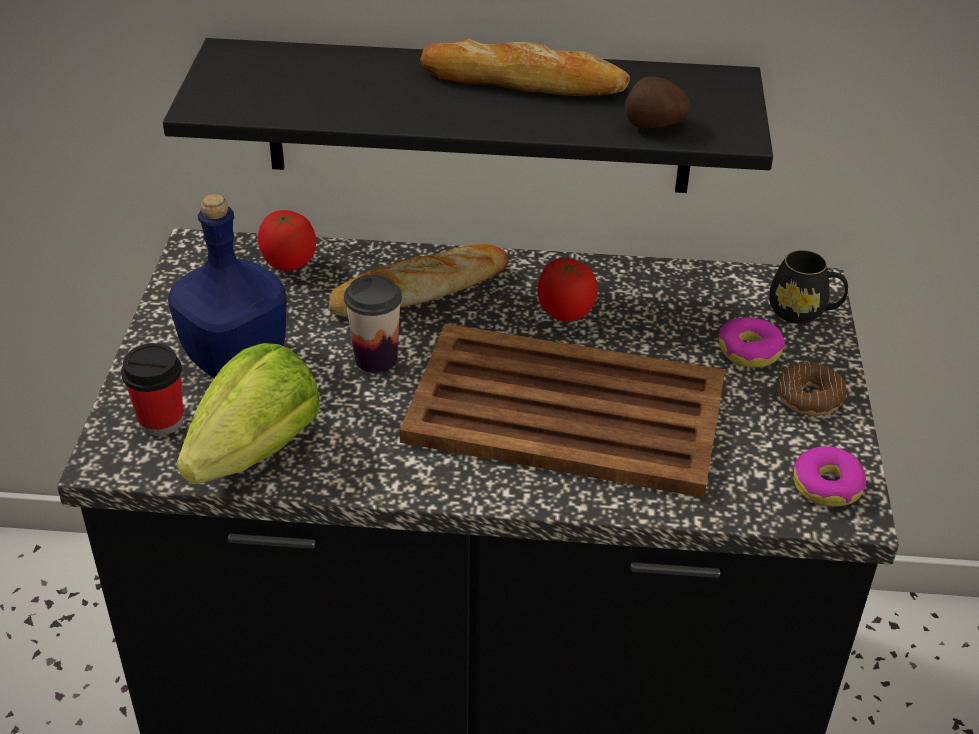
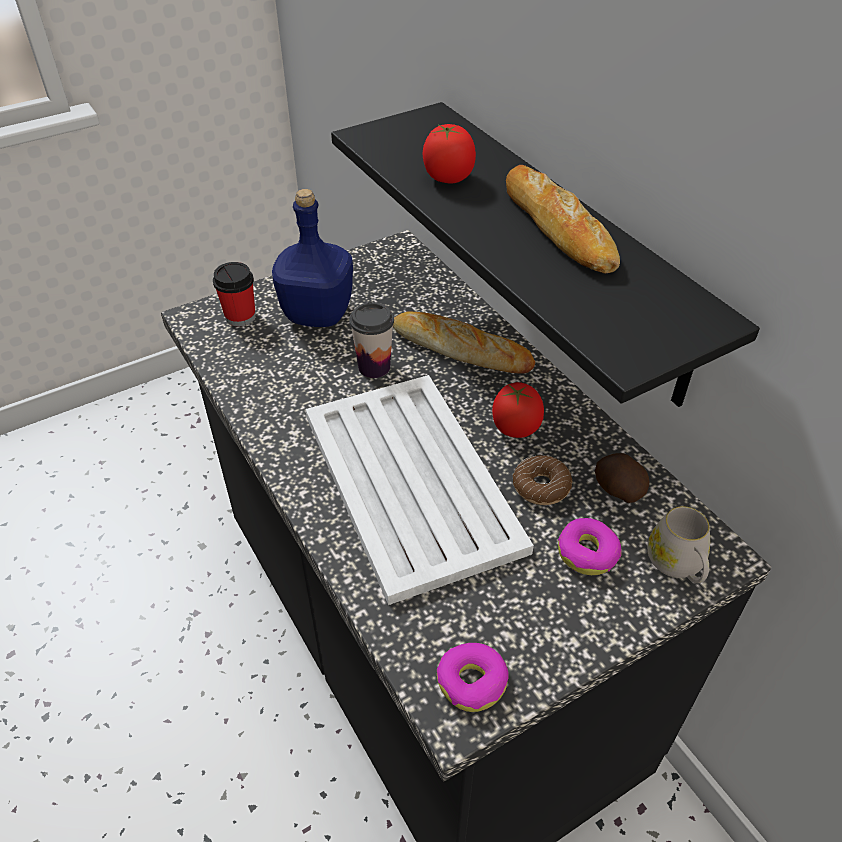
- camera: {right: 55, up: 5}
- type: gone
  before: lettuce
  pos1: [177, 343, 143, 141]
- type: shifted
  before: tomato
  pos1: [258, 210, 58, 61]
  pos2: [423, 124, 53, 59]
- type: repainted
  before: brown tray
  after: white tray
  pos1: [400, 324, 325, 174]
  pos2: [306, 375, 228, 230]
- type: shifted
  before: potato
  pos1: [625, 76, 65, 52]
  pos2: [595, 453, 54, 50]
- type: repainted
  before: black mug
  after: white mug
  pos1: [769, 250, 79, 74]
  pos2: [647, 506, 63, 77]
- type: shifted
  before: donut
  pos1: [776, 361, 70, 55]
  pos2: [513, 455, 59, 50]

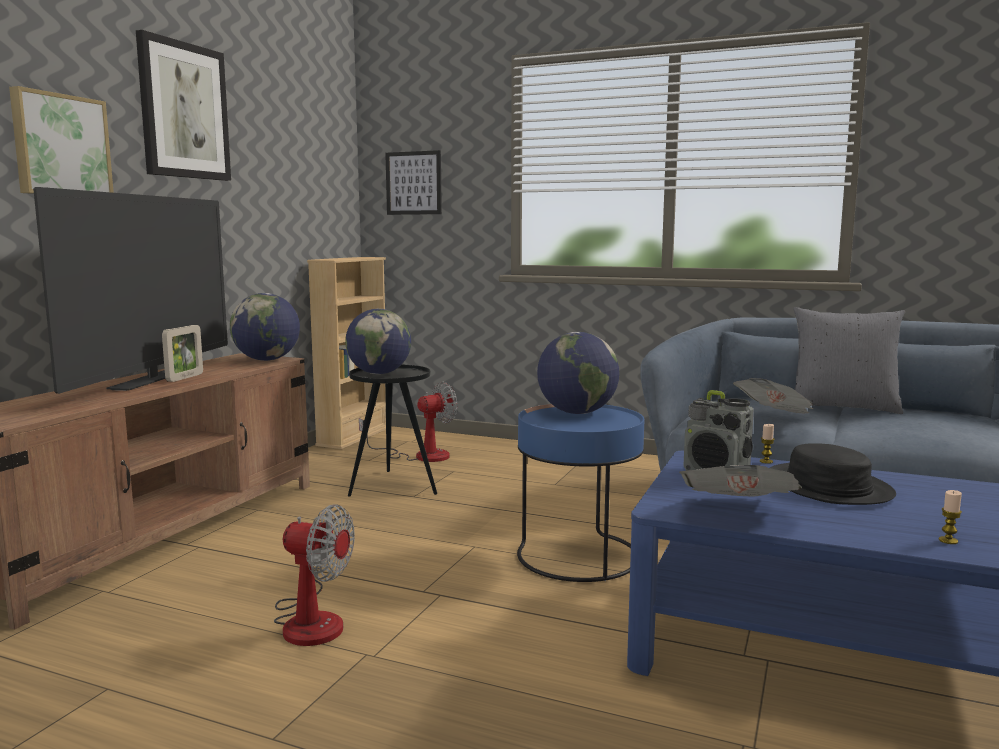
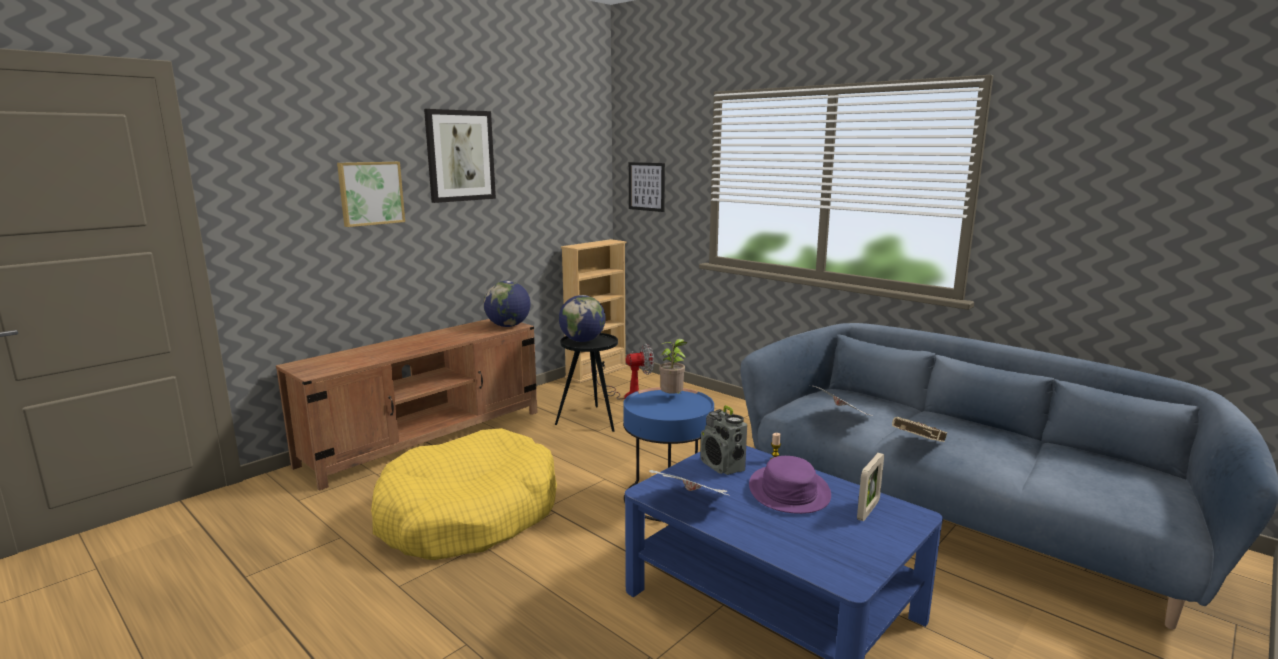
- camera: {right: 20, up: 5}
- type: gone
  before: television
  pos1: [33, 187, 195, 207]
- type: shifted
  before: picture frame
  pos1: [162, 325, 41, 57]
  pos2: [857, 453, 27, 68]
- type: swapped
  before: fan
  after: yellow dog bed
  pos1: [274, 504, 81, 142]
  pos2: [371, 428, 186, 132]
- type: swapped
  before: globe
  after: potted plant
  pos1: [537, 332, 83, 82]
  pos2: [659, 339, 29, 55]
- type: repainted
  before: black hat
  after: purple hat
  pos1: [770, 443, 126, 62]
  pos2: [749, 456, 82, 58]
- type: gone
  before: grey pillow
  pos1: [793, 307, 112, 107]
- type: gone
  before: candle
  pos1: [939, 490, 23, 54]
- type: new
  after: beige book
  pos2: [892, 417, 56, 25]

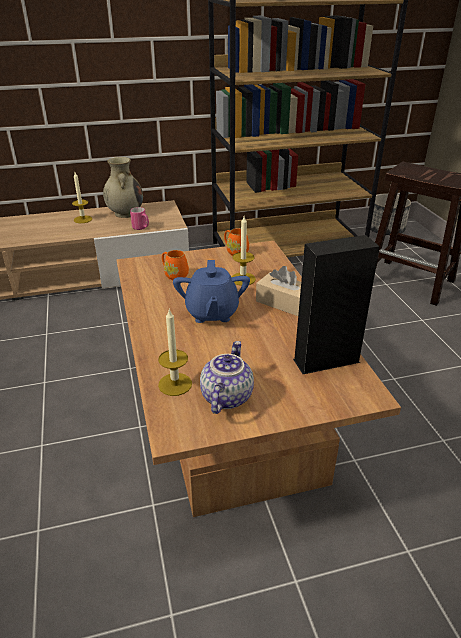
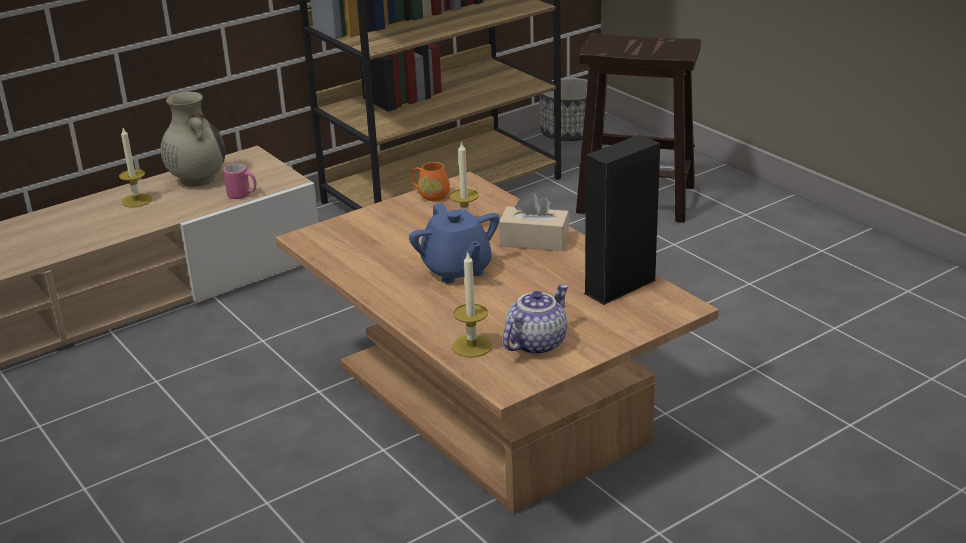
- camera: {right: -20, up: -5}
- type: gone
  before: orange mug
  pos1: [162, 250, 27, 30]
- type: rotated
  before: teapot
  pos1: [200, 341, 54, 73]
  pos2: [503, 284, 66, 71]
  turn: 45

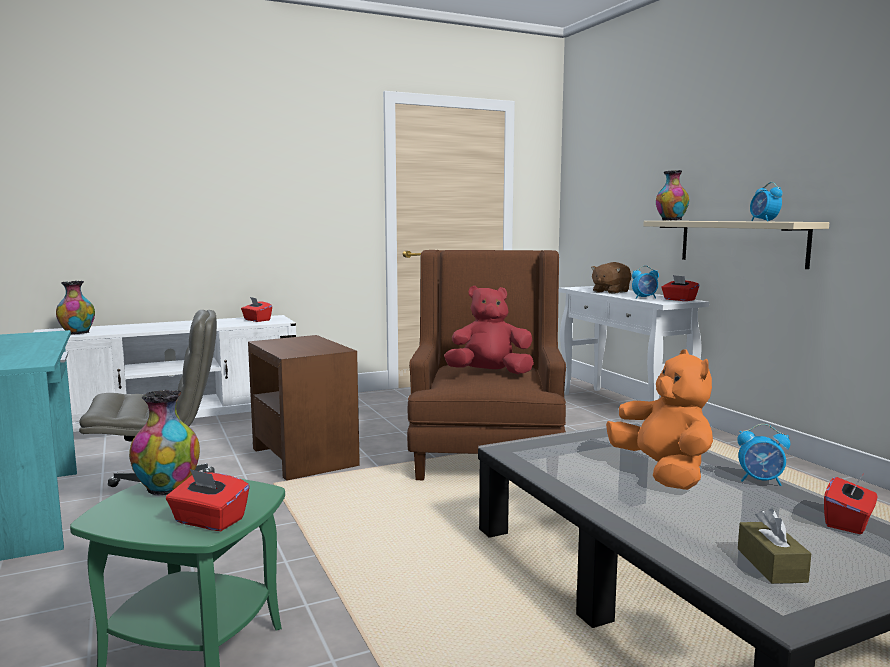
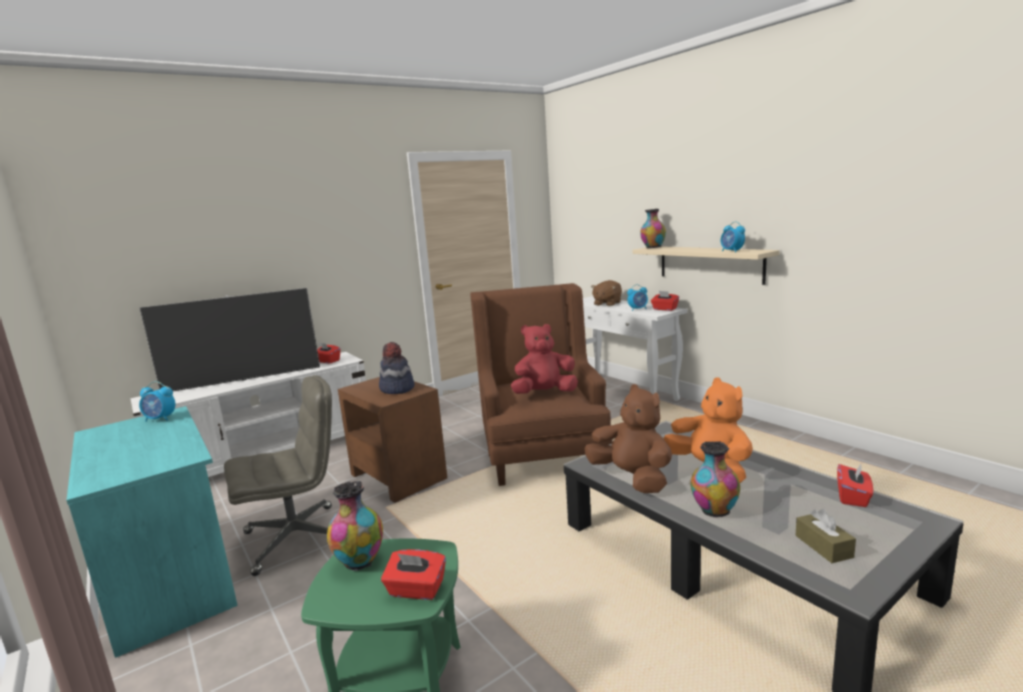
- camera: {right: -10, up: 5}
- type: shifted
  before: vase
  pos1: [56, 281, 39, 54]
  pos2: [691, 441, 49, 77]
- type: shifted
  before: alarm clock
  pos1: [737, 424, 53, 62]
  pos2: [139, 381, 36, 41]
- type: new
  after: television
  pos2: [139, 288, 181, 103]
- type: new
  after: hat
  pos2: [379, 342, 35, 52]
- type: new
  after: brown plush toy
  pos2: [585, 384, 87, 109]

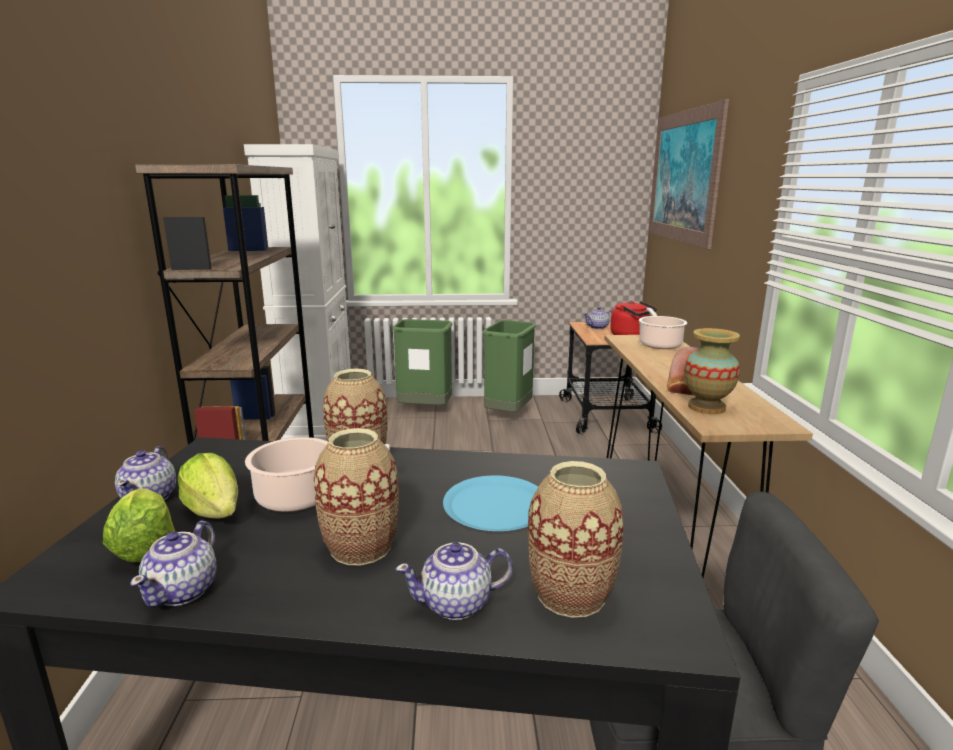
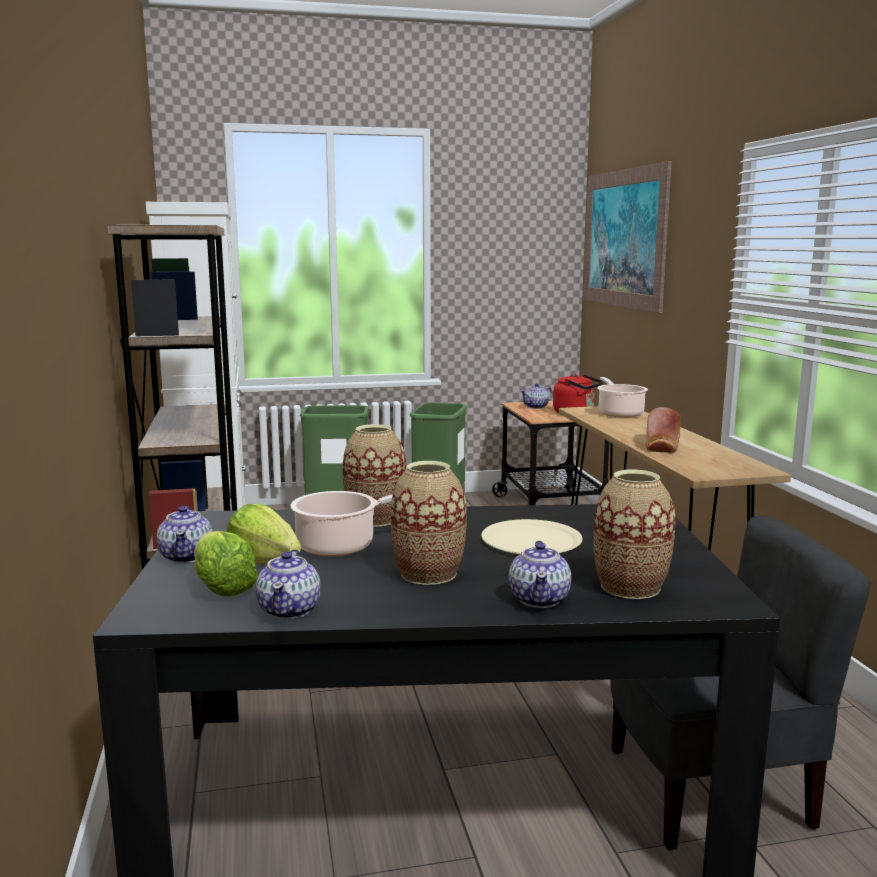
- camera: {right: -10, up: -5}
- type: rotated
  before: teapot
  pos1: [396, 542, 117, 78]
  pos2: [509, 540, 62, 68]
  turn: -60
- type: repainted
  before: blue plate
  after: beige plate
  pos1: [443, 475, 95, 56]
  pos2: [481, 519, 102, 36]
- type: gone
  before: vase
  pos1: [684, 328, 56, 86]

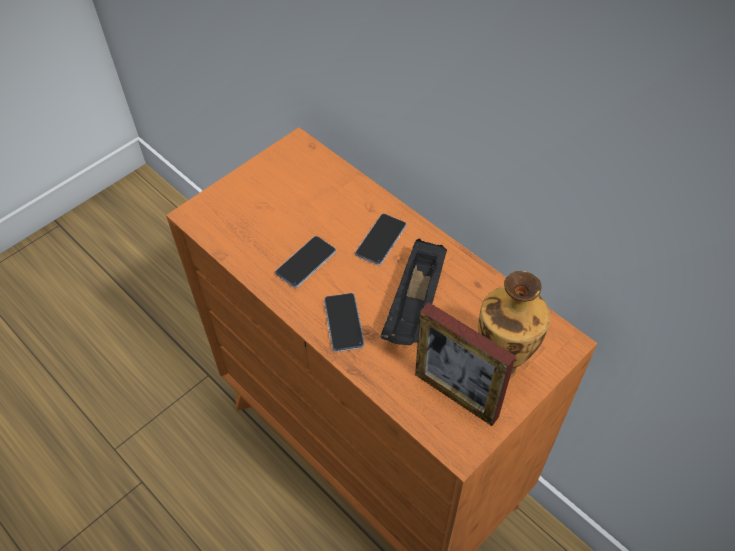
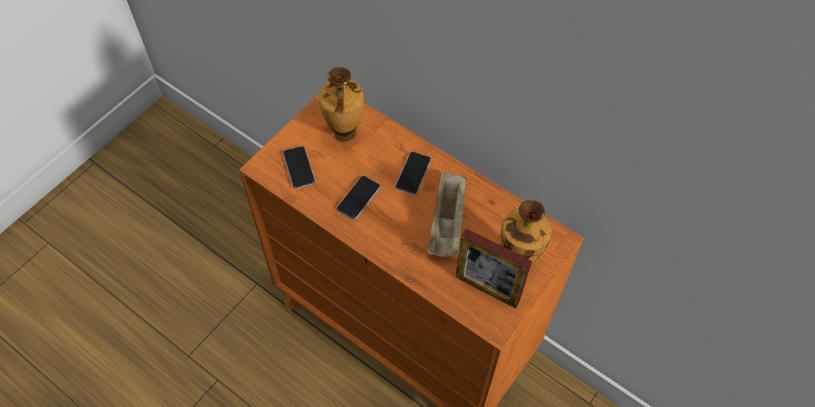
- camera: {right: -10, up: 5}
- type: shifted
  before: phone
  pos1: [324, 293, 41, 59]
  pos2: [283, 146, 32, 43]
- type: repainted
  before: black tray
  after: beige tray
  pos1: [381, 239, 66, 106]
  pos2: [428, 172, 39, 85]
- type: new
  after: vase
  pos2: [319, 67, 45, 76]

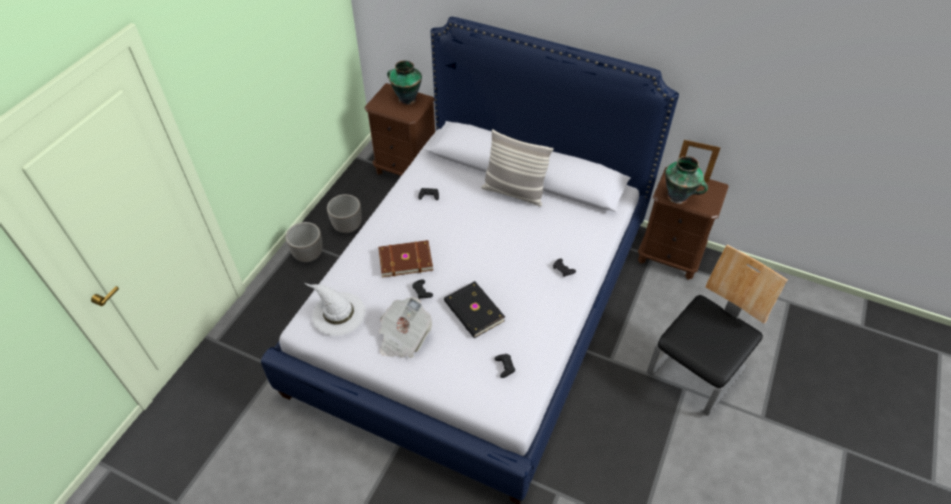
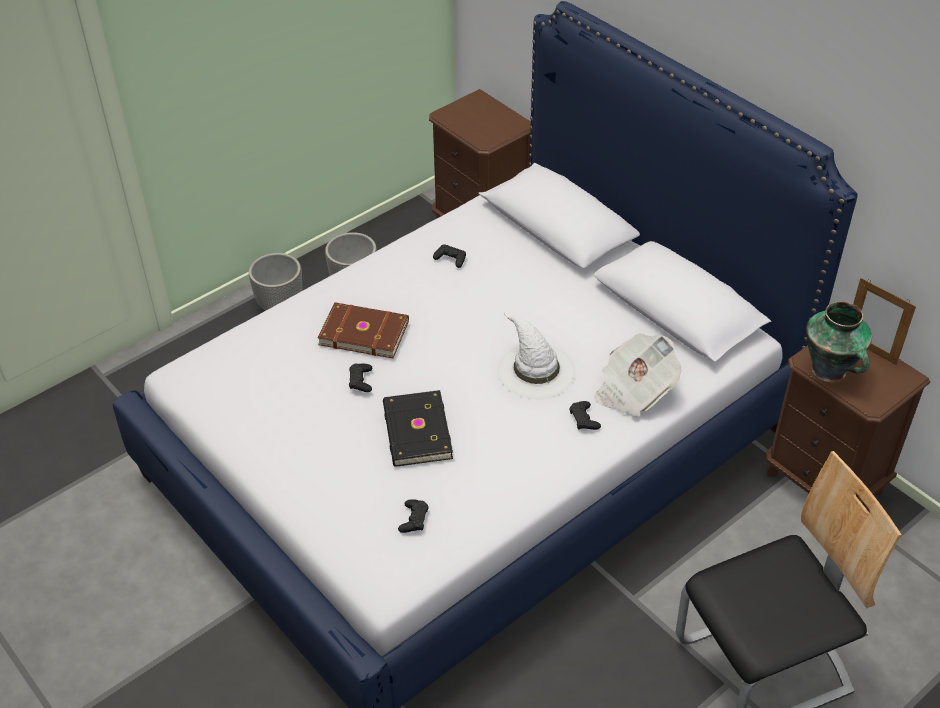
- camera: {right: 25, up: -5}
- type: shifted
  before: white hat
  pos1: [305, 283, 60, 53]
  pos2: [497, 312, 79, 88]
- type: shifted
  before: newspaper
  pos1: [379, 297, 53, 61]
  pos2: [594, 333, 87, 84]
- type: gone
  before: vase
  pos1: [387, 60, 35, 45]
- type: gone
  before: pillow
  pos1: [481, 129, 73, 77]

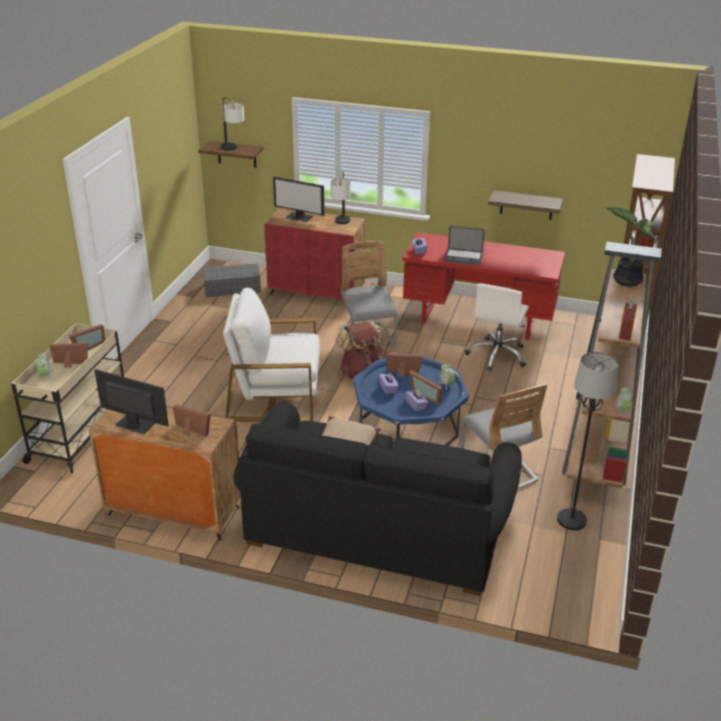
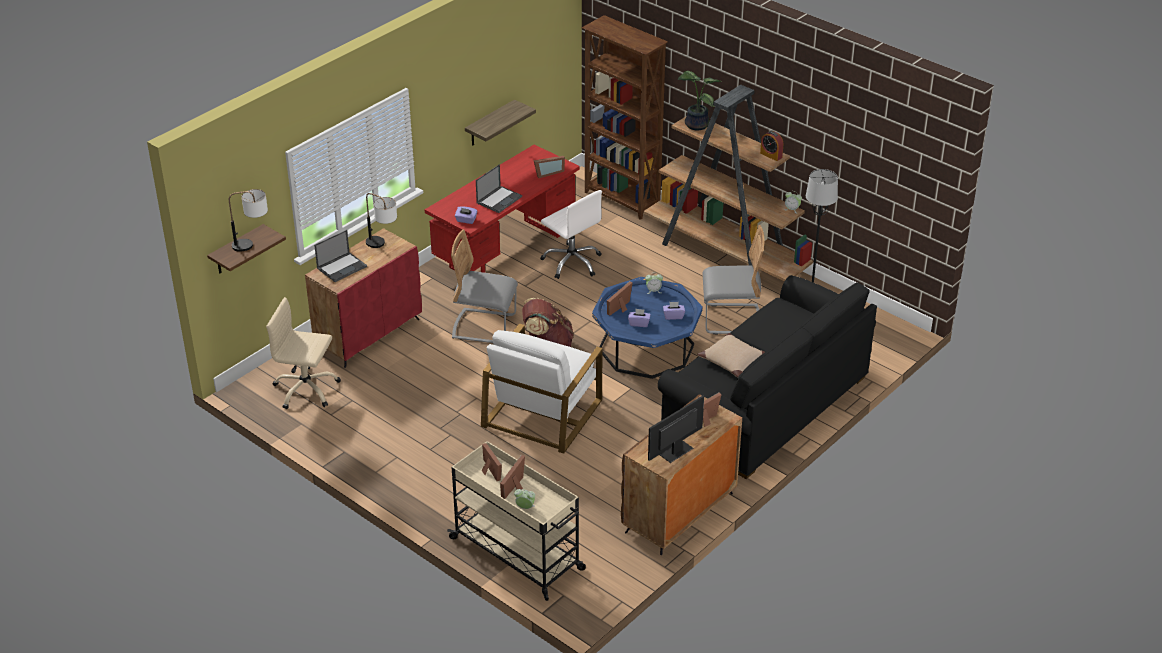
- camera: {right: -65, up: 5}
- type: swapped
  before: grey storage box
  after: beige office chair
  pos1: [202, 264, 59, 33]
  pos2: [266, 297, 75, 112]
- type: swapped
  before: monitor
  after: laptop
  pos1: [273, 177, 51, 45]
  pos2: [314, 230, 53, 52]
- type: shifted
  before: picture frame
  pos1: [409, 370, 34, 35]
  pos2: [533, 156, 32, 22]

